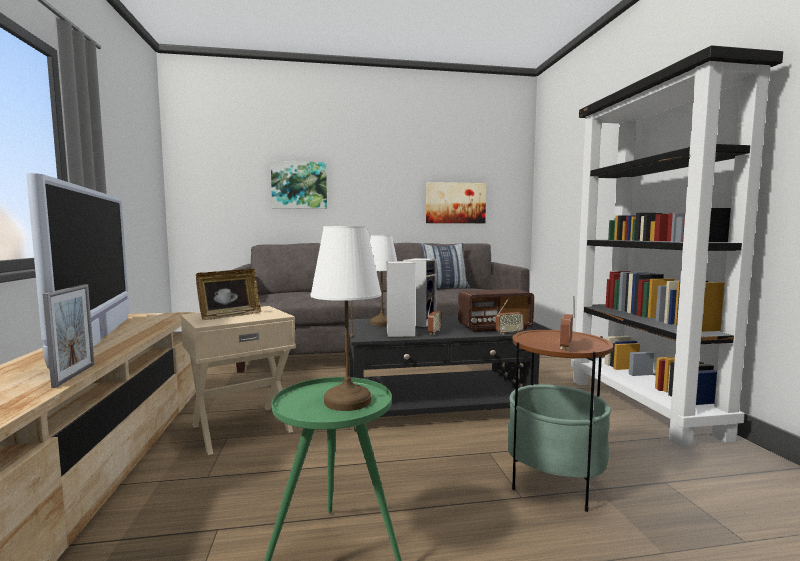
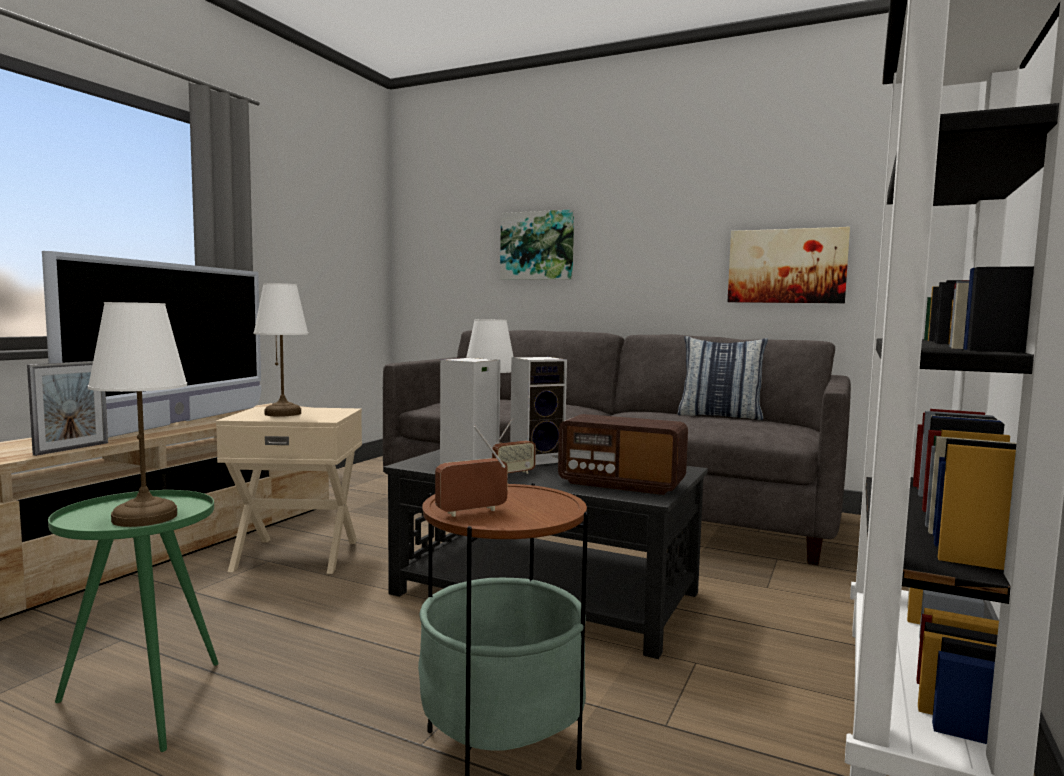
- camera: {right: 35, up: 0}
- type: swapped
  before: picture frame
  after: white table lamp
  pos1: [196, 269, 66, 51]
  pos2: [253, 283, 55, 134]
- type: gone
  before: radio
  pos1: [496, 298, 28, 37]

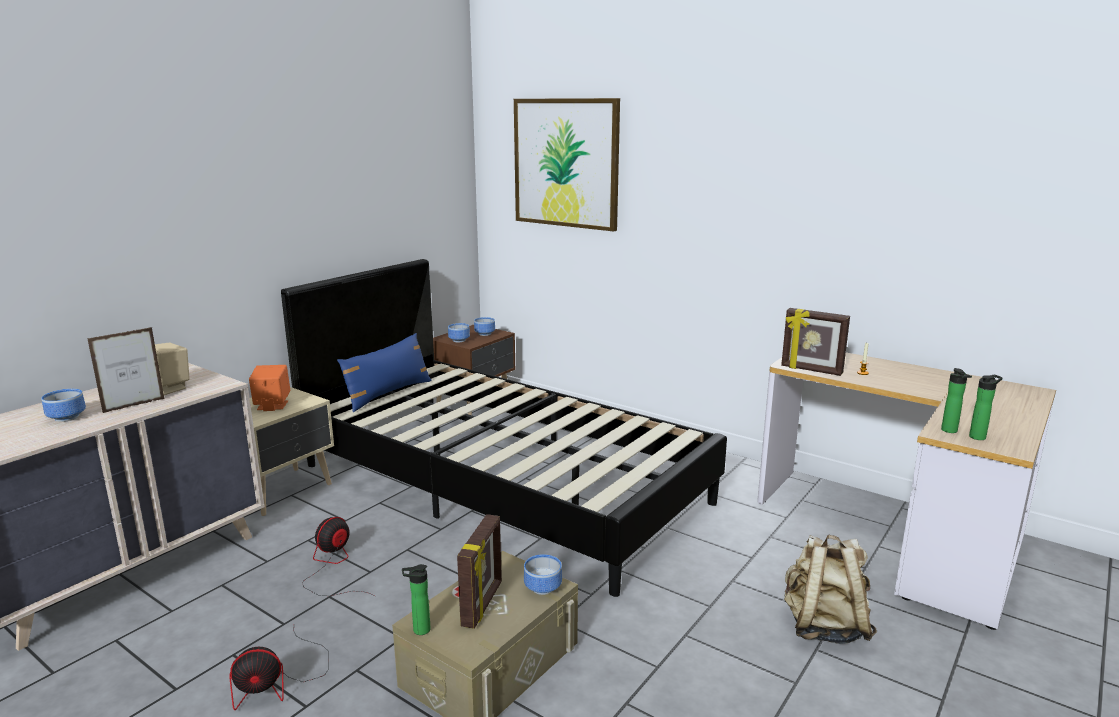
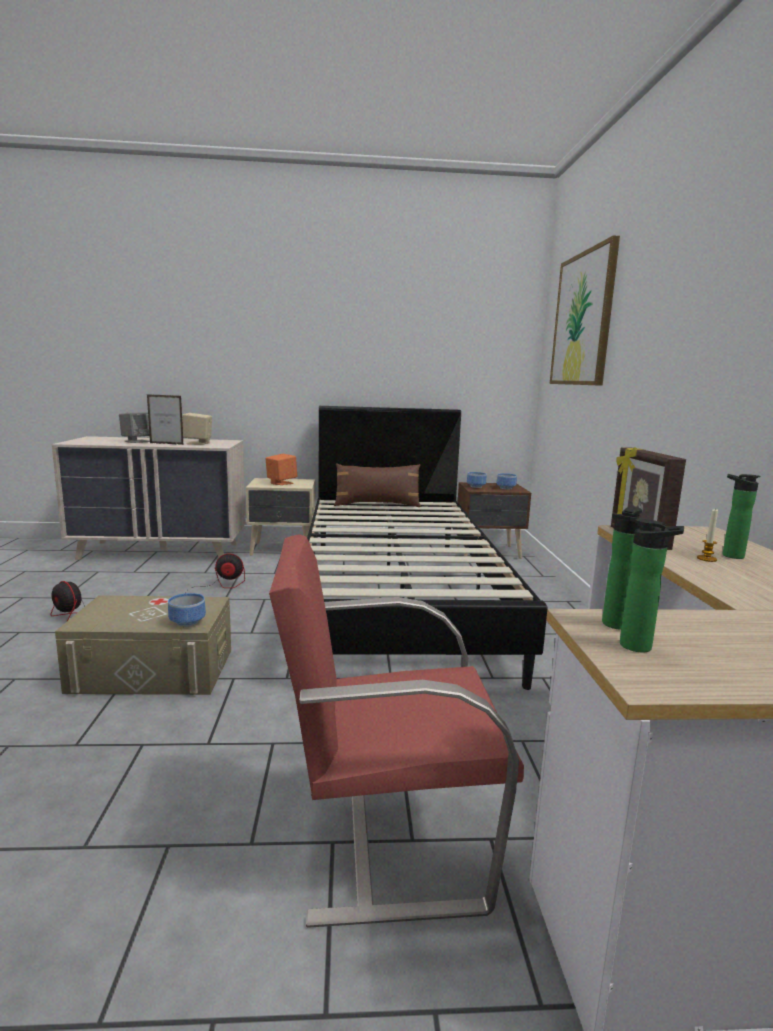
- camera: {right: 50, up: -5}
- type: swapped
  before: bowl
  after: grey speaker
  pos1: [41, 389, 45, 33]
  pos2: [119, 412, 31, 31]
- type: repainted
  before: blue pillow
  after: brown pillow
  pos1: [337, 333, 95, 79]
  pos2: [334, 463, 87, 44]
- type: shifted
  before: bottle
  pos1: [402, 564, 29, 71]
  pos2: [723, 474, 38, 85]
- type: gone
  before: picture frame
  pos1: [457, 514, 45, 115]
- type: swapped
  before: beige backpack
  after: red chair
  pos1: [784, 535, 93, 109]
  pos2: [269, 534, 255, 394]

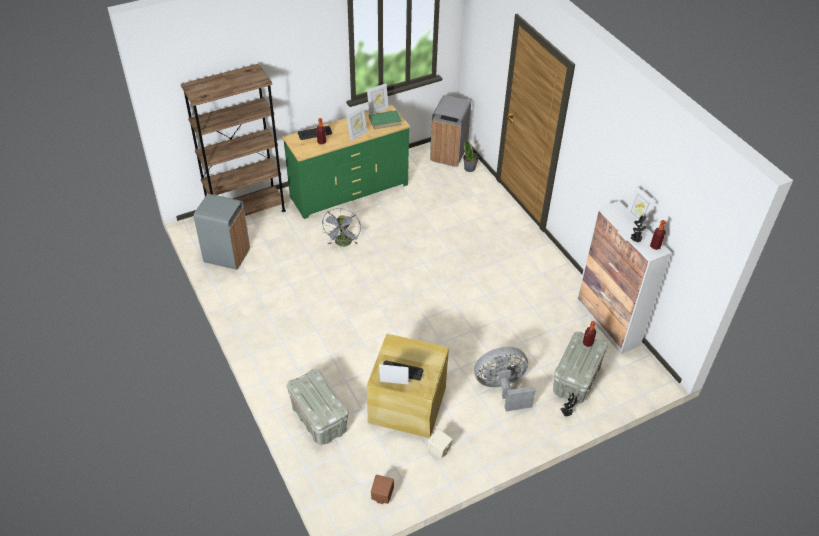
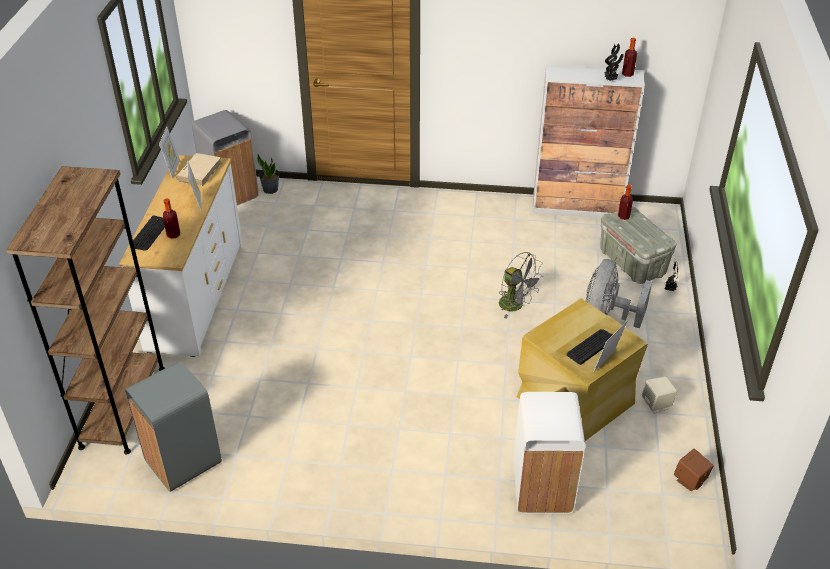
- camera: {right: -55, up: -5}
- type: repainted
  before: green dresser
  after: white dresser
  pos1: [283, 105, 127, 114]
  pos2: [119, 155, 124, 202]
- type: swapped
  before: grey storage box
  after: white trash can
  pos1: [286, 369, 62, 76]
  pos2: [513, 392, 72, 122]
- type: shifted
  before: grey fan
  pos1: [322, 208, 39, 39]
  pos2: [499, 252, 44, 67]
- type: repainted
  before: green book
  after: beige book
  pos1: [369, 110, 33, 19]
  pos2: [176, 153, 45, 33]
- type: gone
  before: picture frame
  pos1: [626, 186, 29, 41]

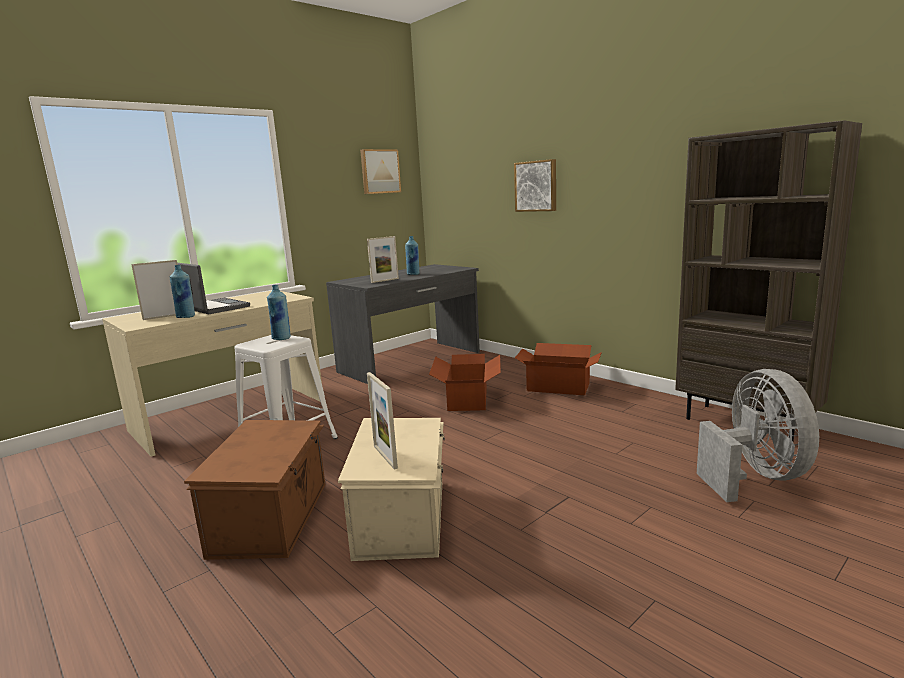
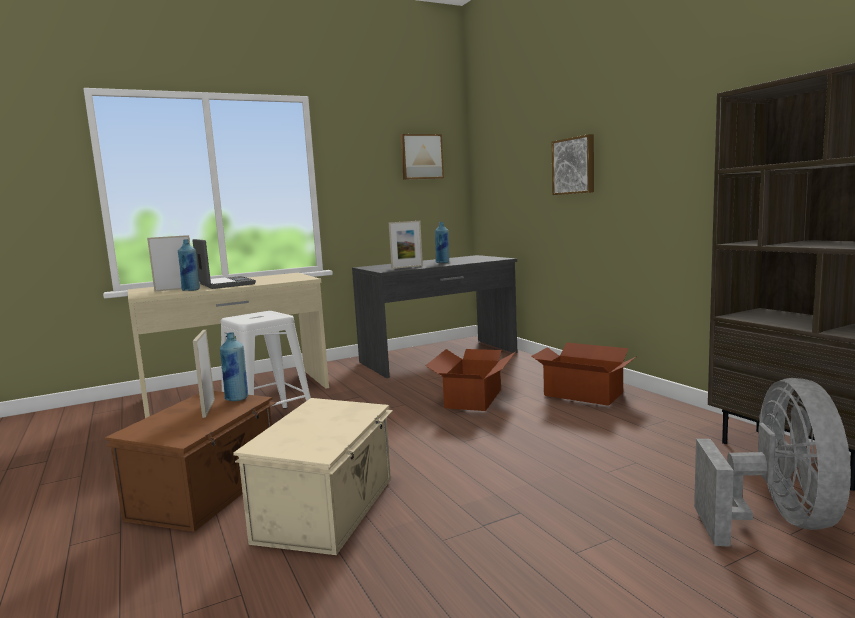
- camera: {right: 15, up: -5}
- type: shifted
  before: blue bottle
  pos1: [267, 285, 24, 55]
  pos2: [220, 332, 28, 69]
- type: shifted
  before: picture frame
  pos1: [367, 372, 31, 98]
  pos2: [193, 330, 22, 88]

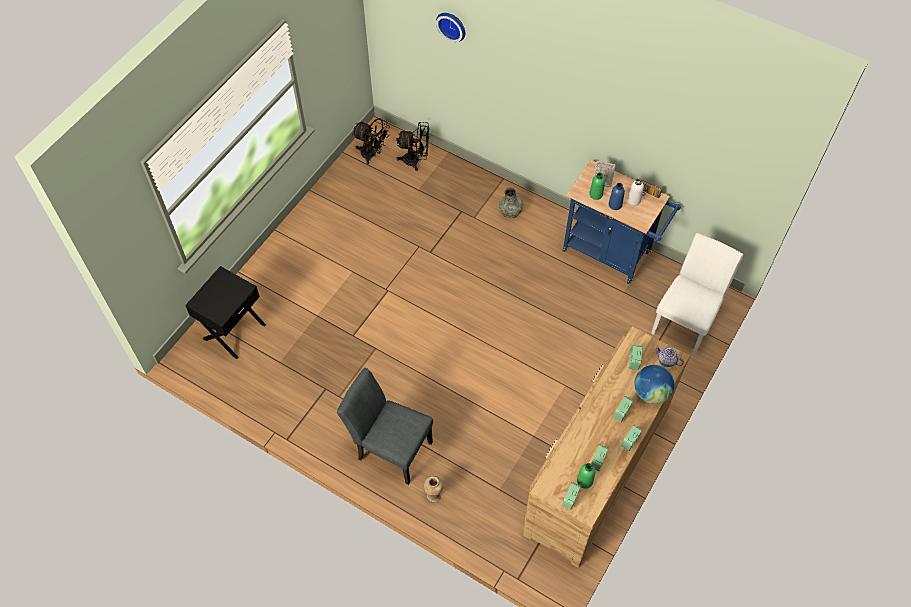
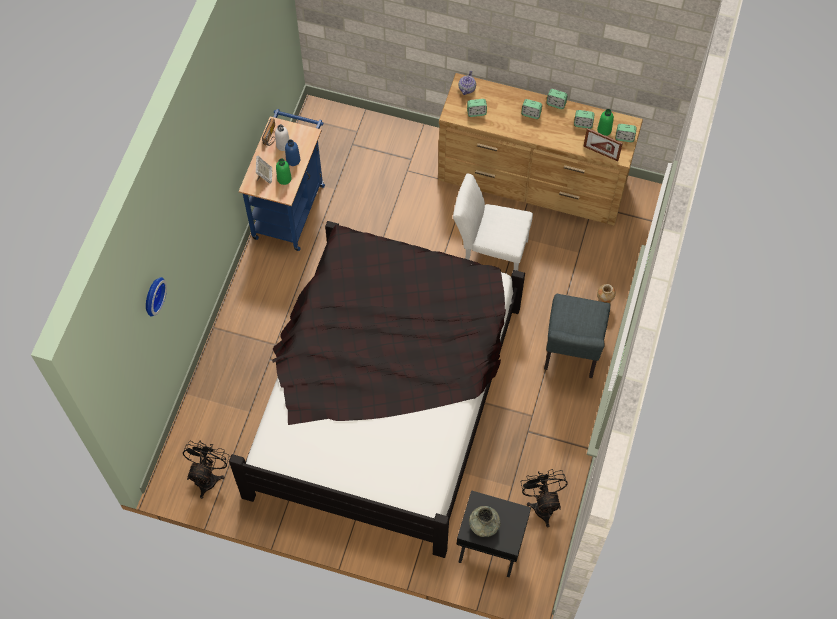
- camera: {right: -105, up: 5}
- type: shifted
  before: black fan
  pos1: [396, 122, 33, 49]
  pos2: [521, 469, 47, 58]
- type: shifted
  before: grey vase
  pos1: [499, 187, 24, 31]
  pos2: [469, 506, 32, 31]
- type: gone
  before: globe
  pos1: [634, 365, 40, 39]
- type: shifted
  before: white chair
  pos1: [651, 233, 92, 122]
  pos2: [453, 173, 80, 98]
- type: new
  after: black bed
  pos2: [229, 221, 296, 337]
- type: new
  after: picture frame
  pos2: [583, 128, 40, 33]

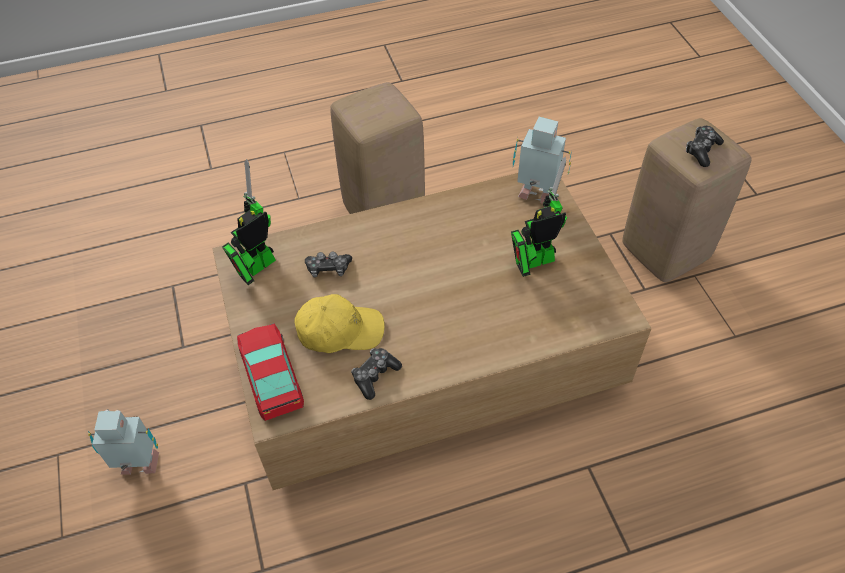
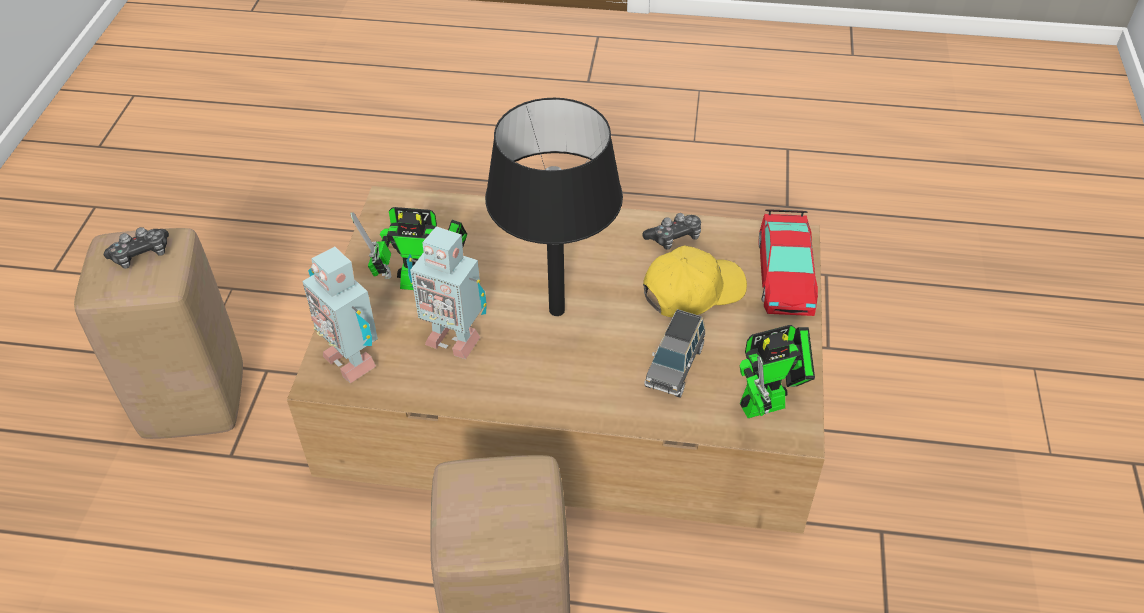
- camera: {right: -155, up: -5}
- type: shifted
  before: toy robot
  pos1: [88, 409, 71, 66]
  pos2: [406, 226, 81, 133]
- type: rotated
  before: yellow cap
  pos1: [295, 294, 90, 59]
  pos2: [643, 245, 104, 72]
  turn: 135
- type: swapped
  before: game controller
  after: grey toy car
  pos1: [305, 251, 47, 27]
  pos2: [644, 309, 61, 89]
- type: new
  after: black table lamp
  pos2: [485, 98, 138, 218]

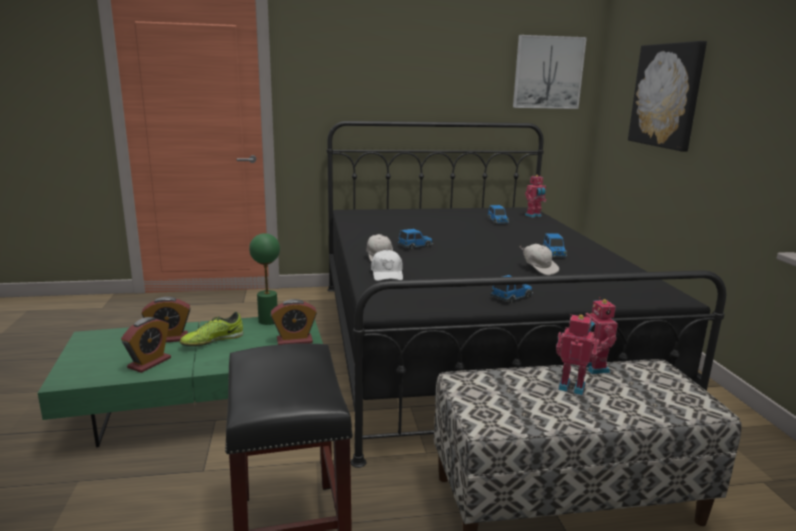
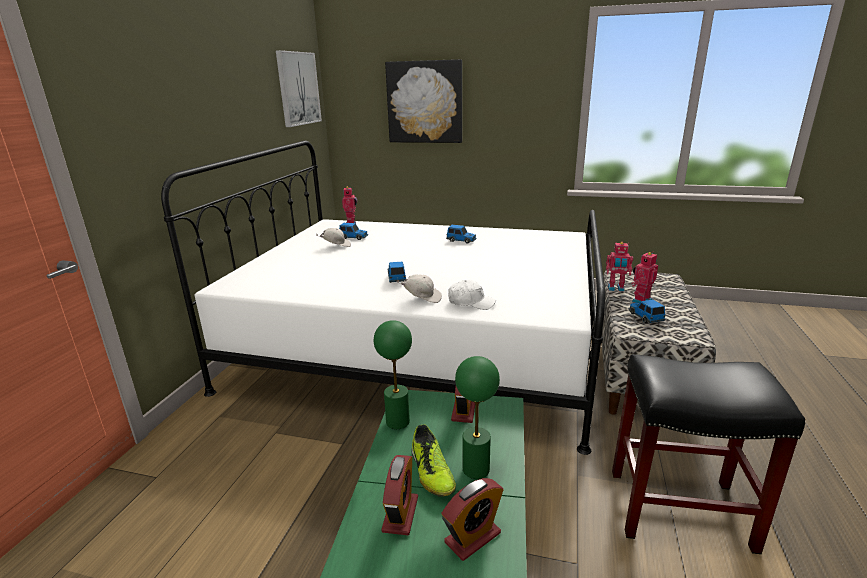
- camera: {right: -65, up: 5}
- type: rotated
  before: alarm clock
  pos1: [121, 317, 50, 56]
  pos2: [442, 478, 61, 83]
  turn: 90
- type: repainted
  before: black bed
  after: white bed
  pos1: [327, 121, 399, 347]
  pos2: [161, 141, 444, 314]
- type: shifted
  before: toy car
  pos1: [491, 275, 42, 28]
  pos2: [629, 300, 37, 23]
- type: shifted
  before: white cap
  pos1: [519, 244, 40, 31]
  pos2: [316, 228, 35, 19]
- type: new
  after: green table lamp
  pos2: [455, 356, 45, 123]

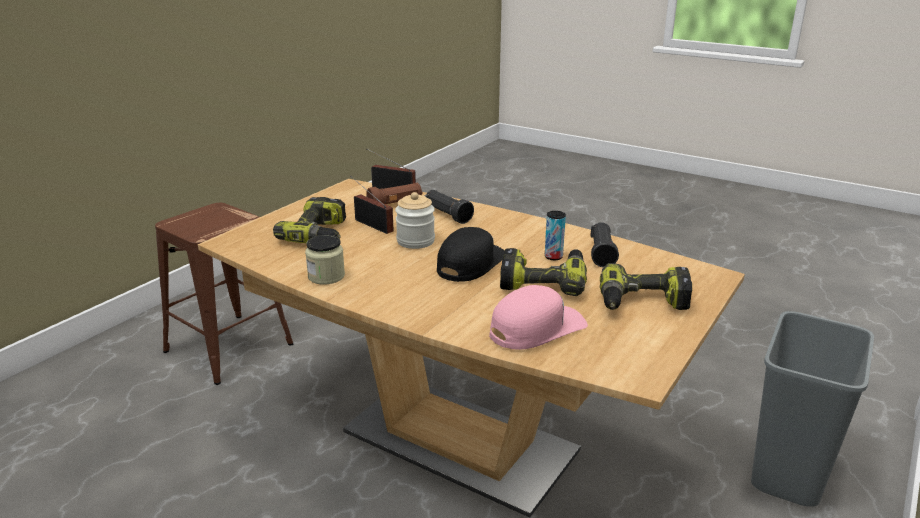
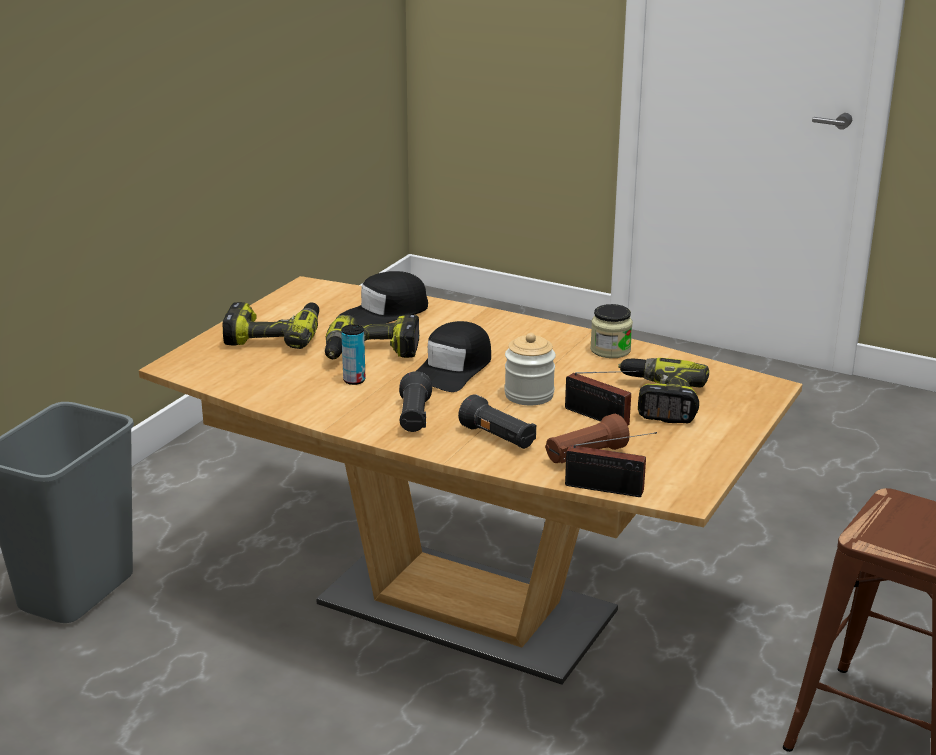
- camera: {right: 175, up: 0}
- type: repainted
  before: pink cap
  after: black cap
  pos1: [489, 285, 99, 65]
  pos2: [338, 271, 90, 54]
- type: shifted
  before: black flashlight
  pos1: [590, 222, 29, 46]
  pos2: [399, 371, 33, 61]

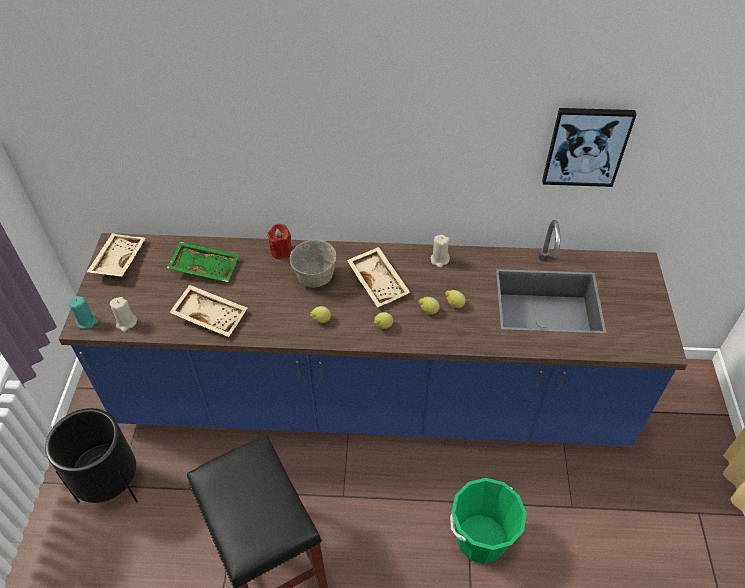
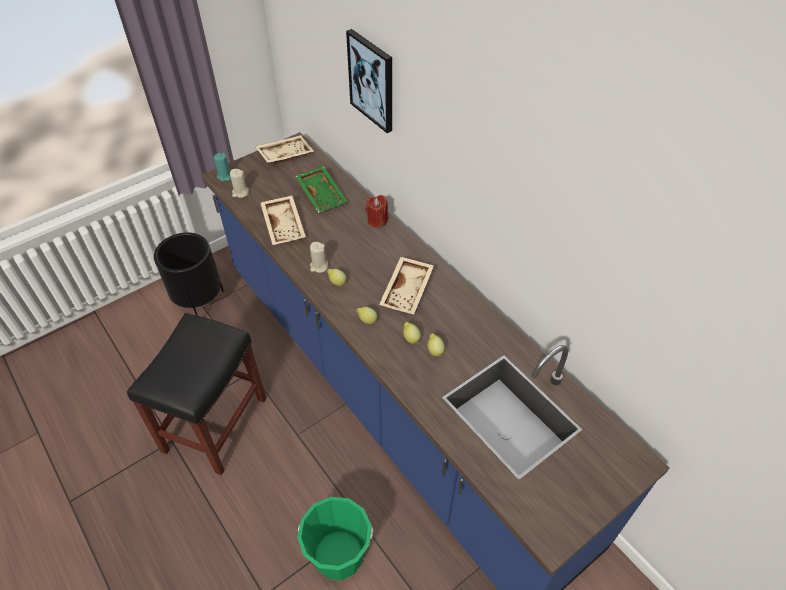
- camera: {right: 50, up: 0}
- type: gone
  before: grey bowl
  pos1: [290, 240, 46, 48]
- type: shifted
  before: beige candle
  pos1: [431, 234, 19, 34]
  pos2: [310, 242, 19, 31]
- type: shifted
  before: picture
  pos1: [542, 108, 95, 79]
  pos2: [346, 29, 46, 104]

